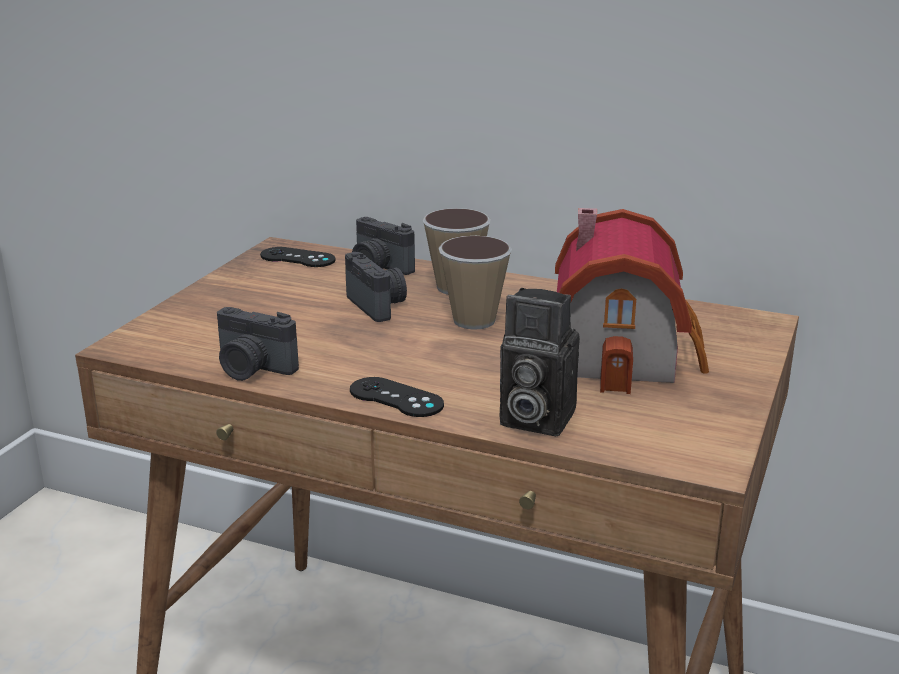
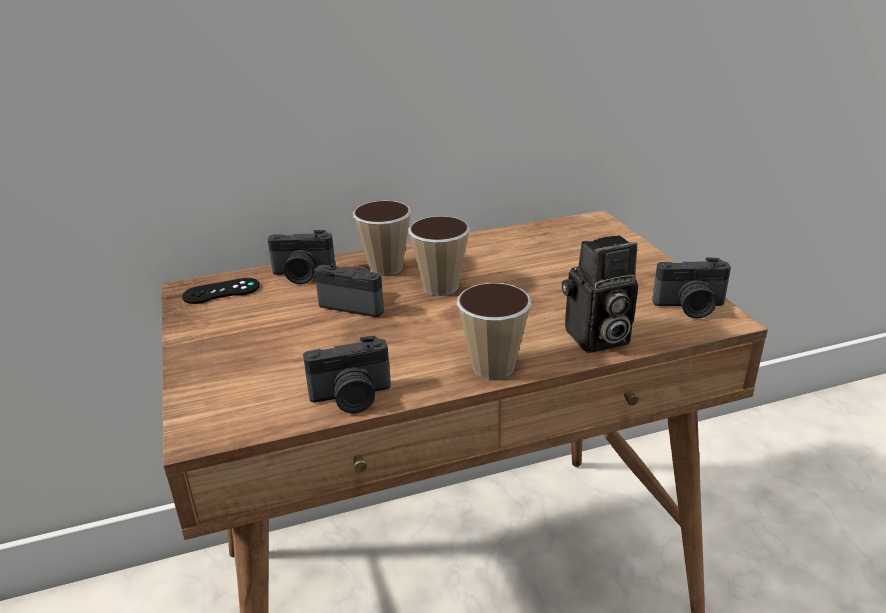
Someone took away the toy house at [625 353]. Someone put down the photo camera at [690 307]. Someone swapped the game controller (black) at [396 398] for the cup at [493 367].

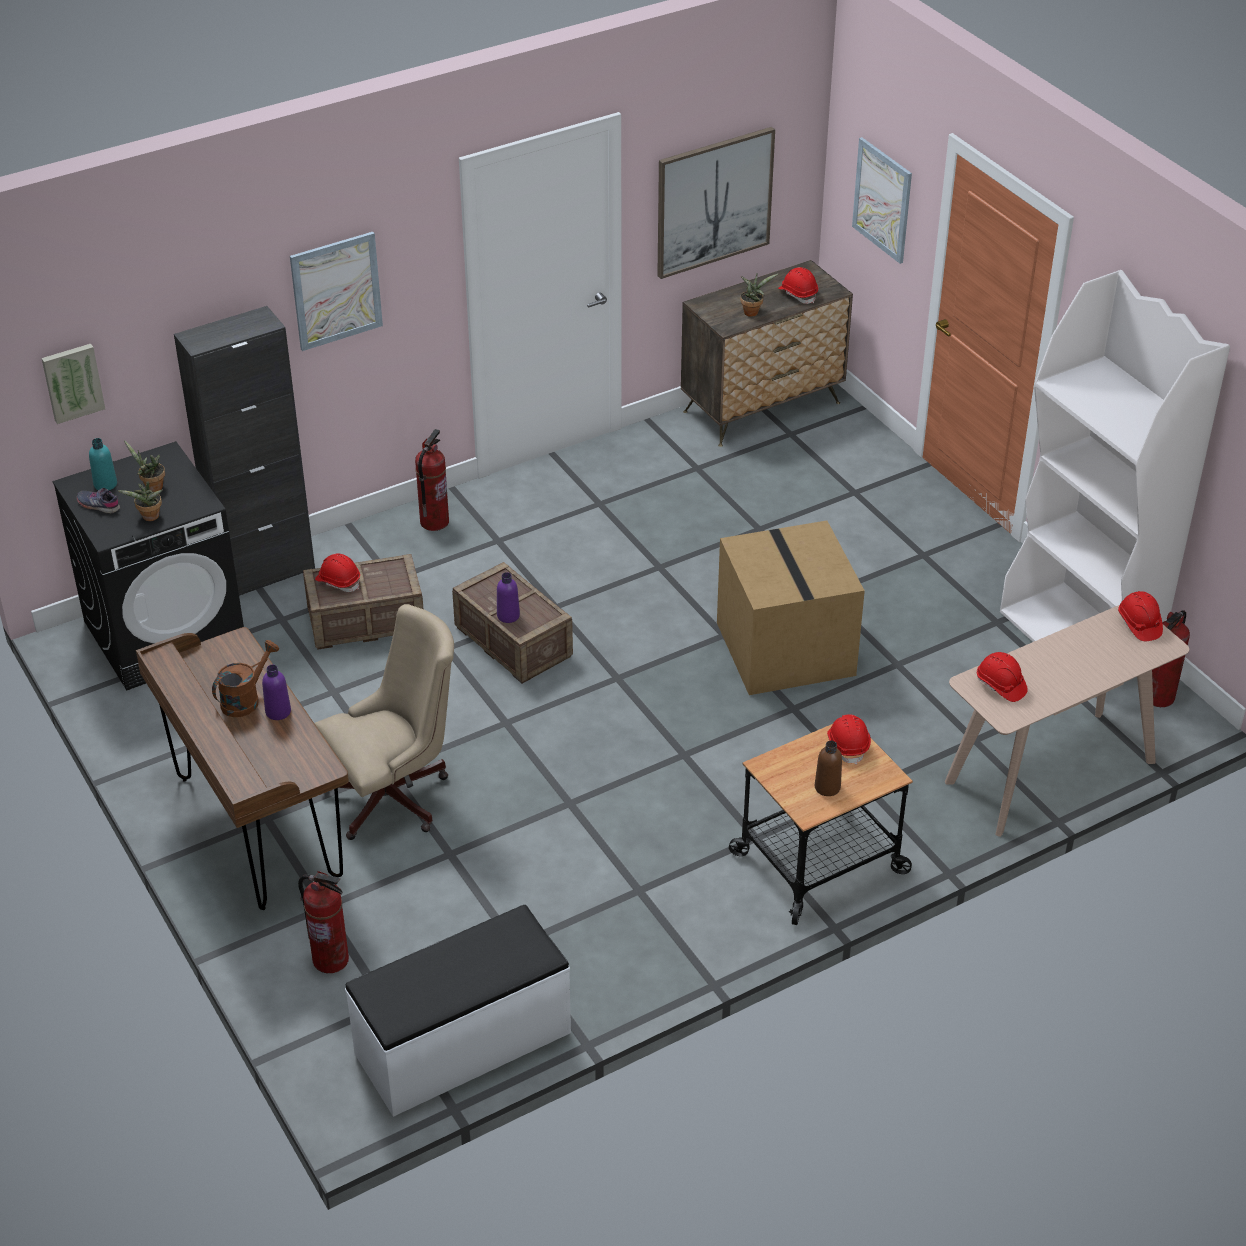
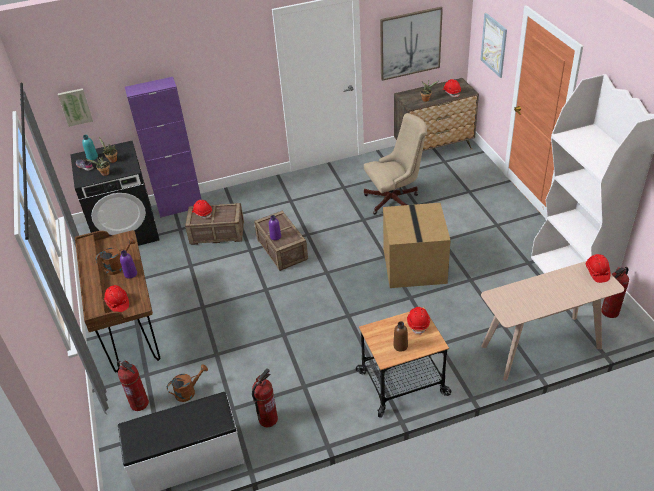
Someone took away the picture at [336 290]. Someone put down the watering can (brown) at [188 391]. Someone carried the office chair (beige) from [395 795] to [395 200]. Someone carried the fire extinguisher from [434 522] to [268 419]. Someone carried the hard hat (red) from [1000 685] to [117 303]. Someone repainted the cabinet (black) at [264 573], which became the cabinet (purple) at [180 207].

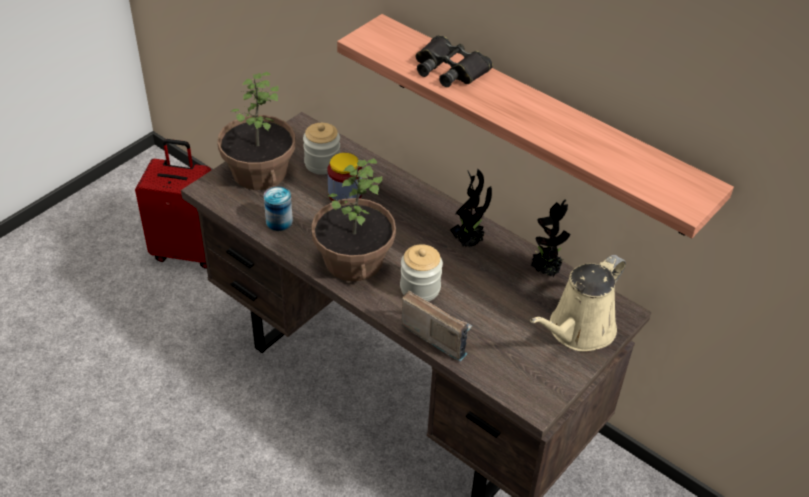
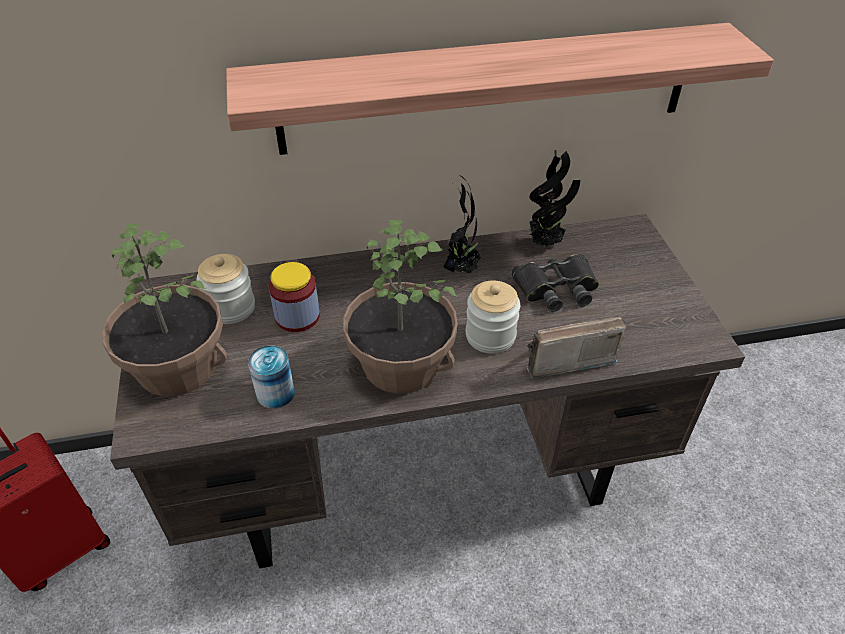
Someone took away the watering can (beige) at [577 331]. Someone carried the binoculars (black) from [450 69] to [556 288].

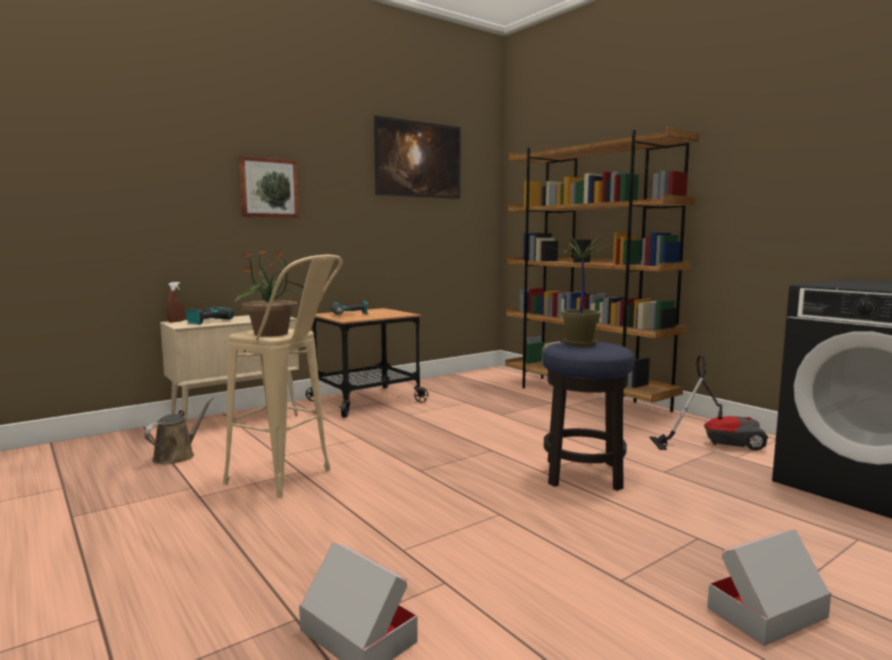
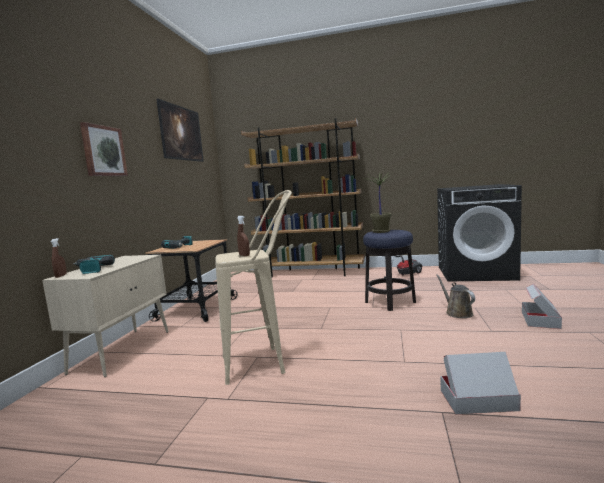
Someone carried the watering can (brown) from [177 456] to [457 312]. Someone swapped the potted plant at [272 334] for the spray bottle (brown) at [244 255].

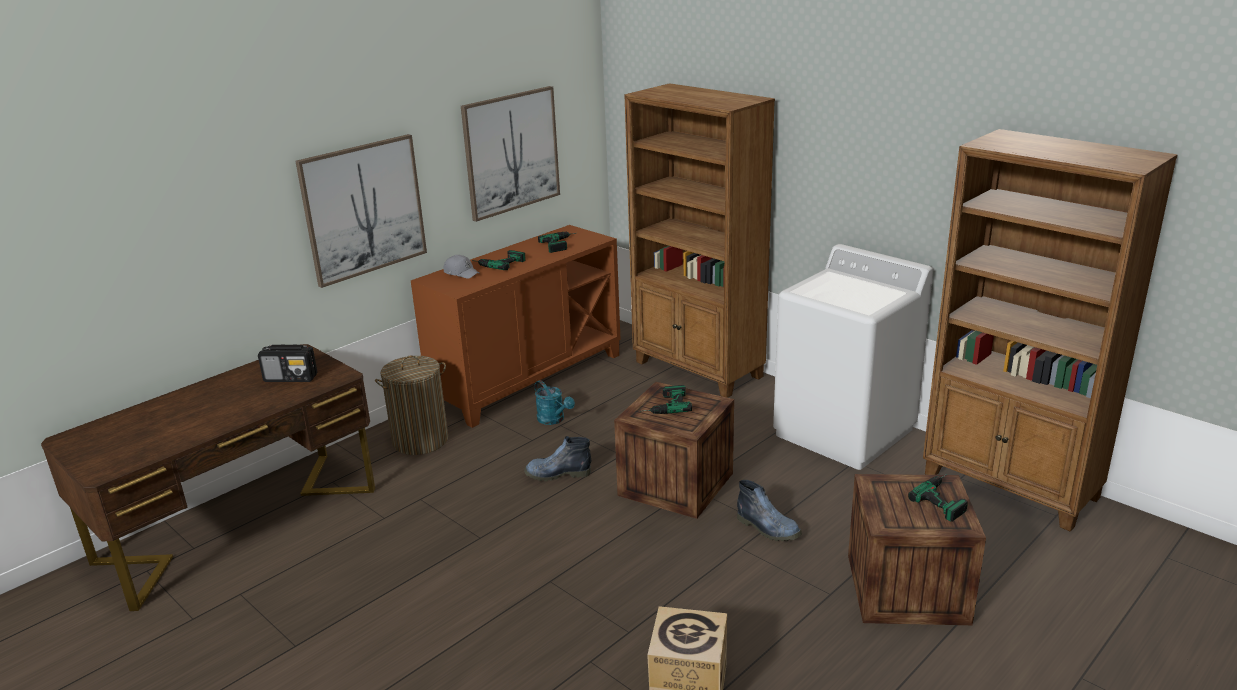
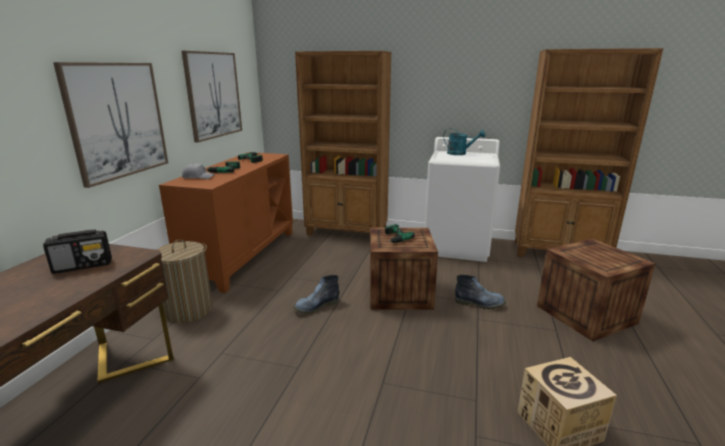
Someone took away the power drill at [945 498]. Someone carried the watering can (turquoise) from [554 420] to [460 153].

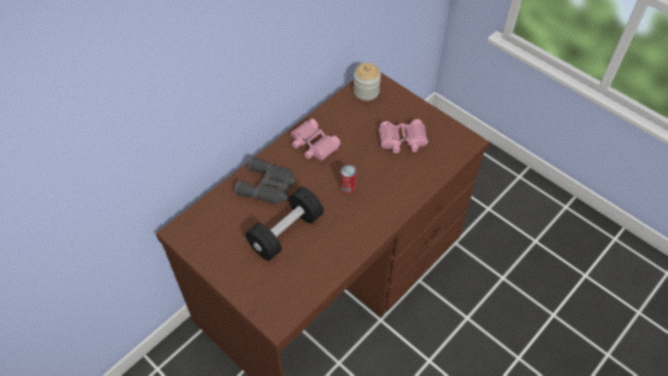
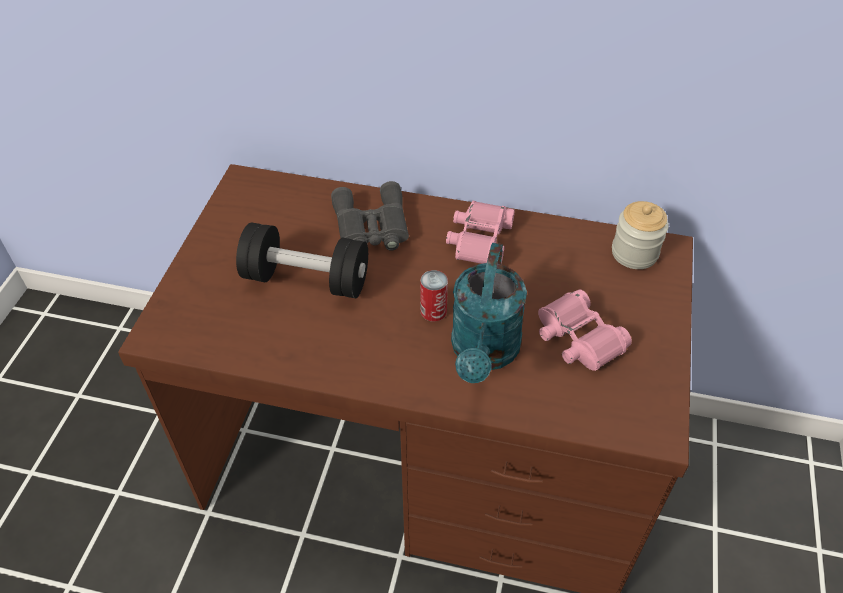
Someone put down the watering can (turquoise) at [484 353].

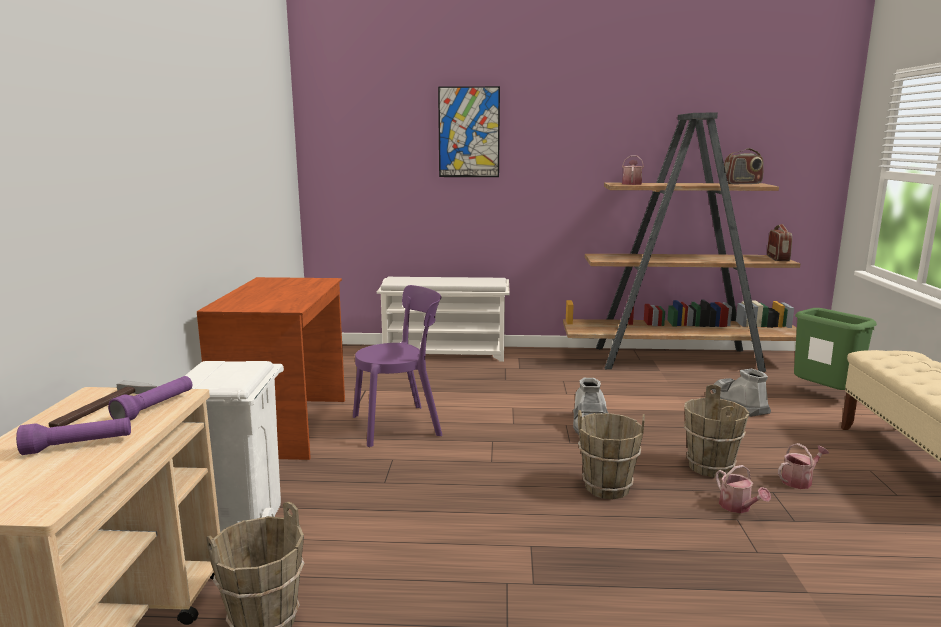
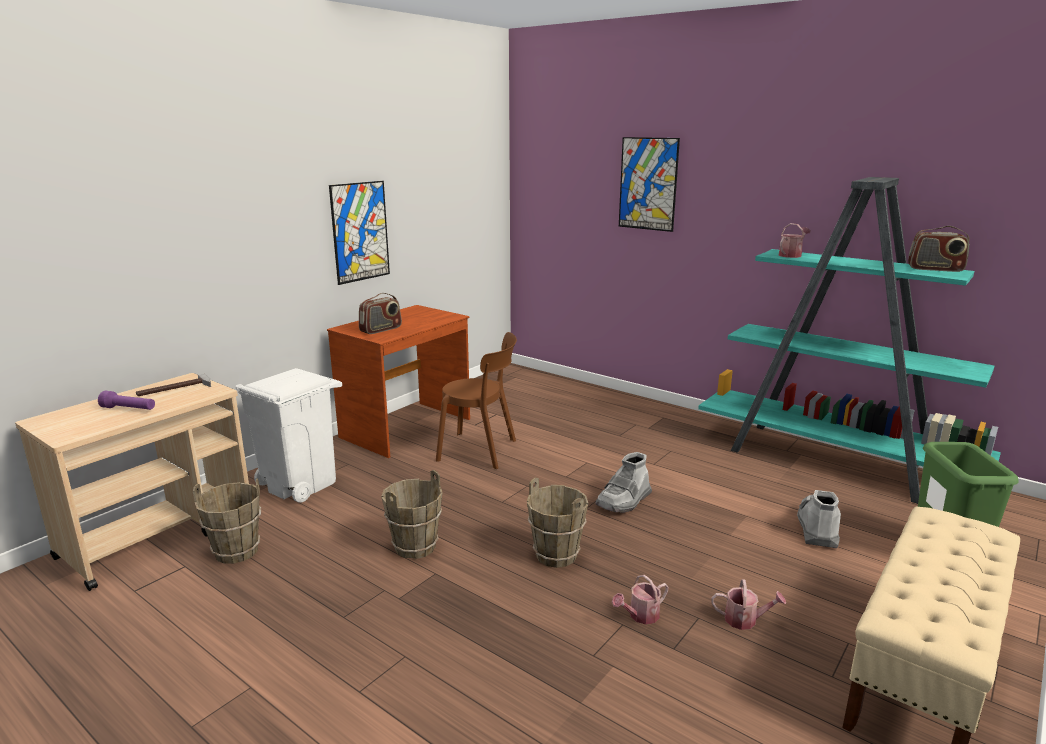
Someone took away the flashlight (purple) at [155 408]. Someone took away the shoe rack (white) at [446 353]. Someone put up the picture at [360 232]. Someone carried the bucket (brown) from [709 467] to [414 547]. Someone carried the radio from [778 258] to [381 329]. Someone repainted the chair (purple) at [401 425], which became the chair (brown) at [481 451]. Someone repainted the bookcase (brown) at [679 359], which became the bookcase (turquoise) at [833 462]. Someone rotated the watering can at [738 507] by 45 degrees clockwise.

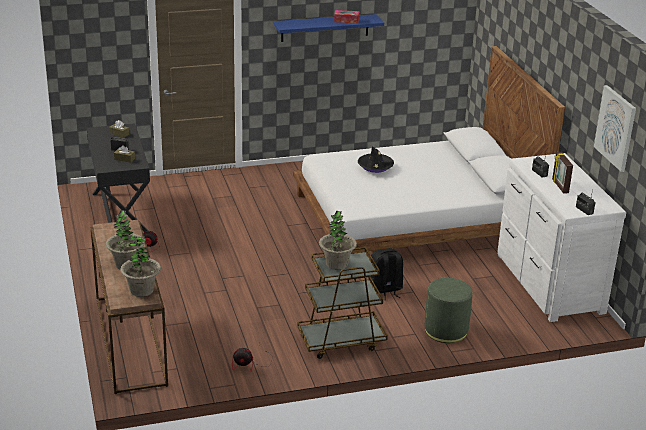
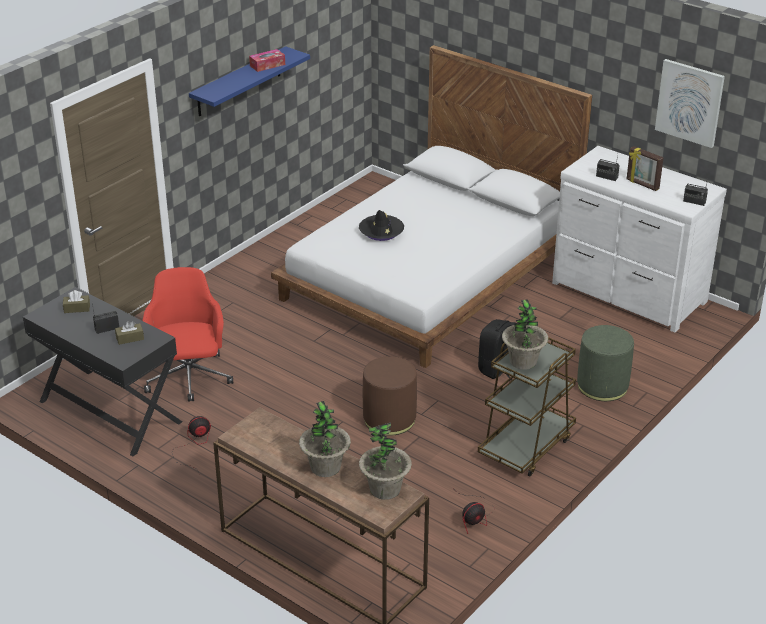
Someone put down the office chair (red) at [189 378]. Someone put down the ottoman (brown) at [389 419].

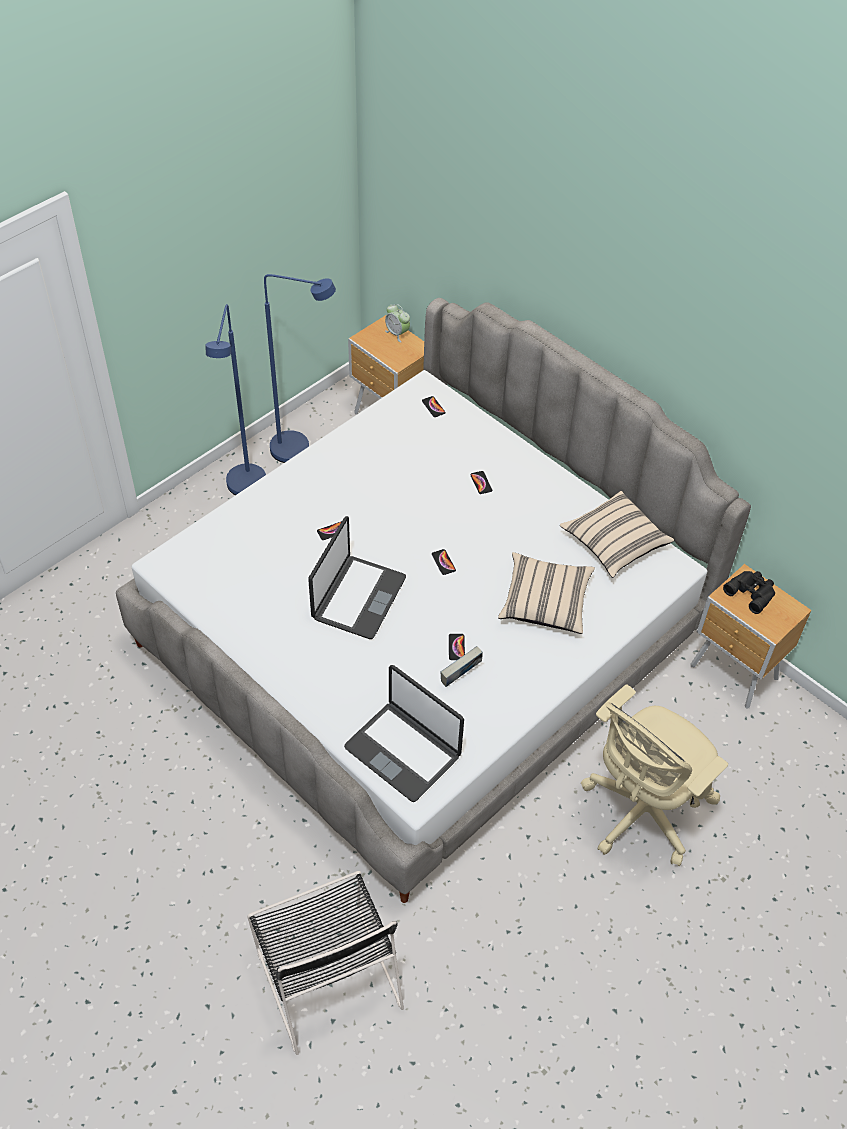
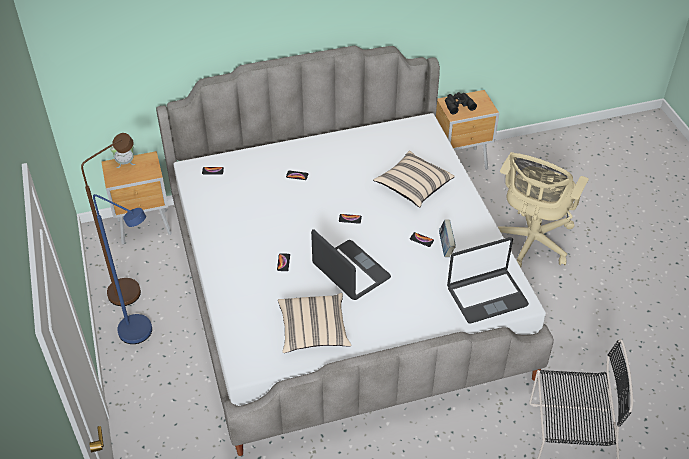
Someone carried the pillow (beige) from [614 544] to [313 331]. Someone repainted the floor lamp (blue) at [300 451], which became the floor lamp (brown) at [131 288]. Someone rotated the office chair (beige) at [641 813] by 45 degrees clockwise.

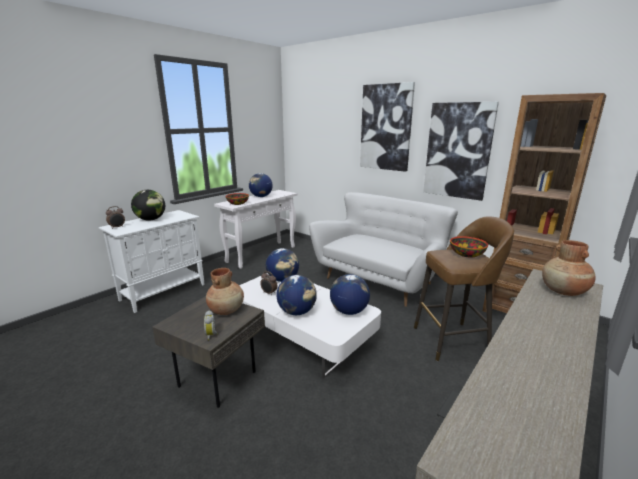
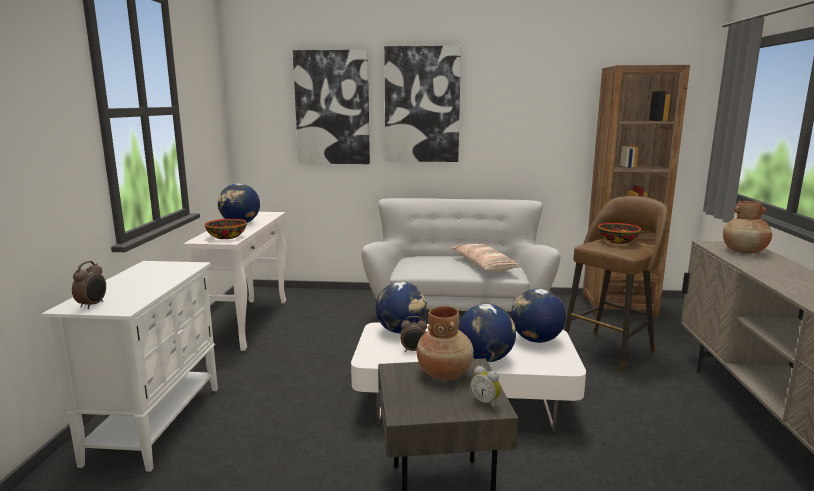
Someone took away the globe at [151 219]. Someone put down the pillow at [483 265]. Someone carried the picture from [458 151] to [332 108].

